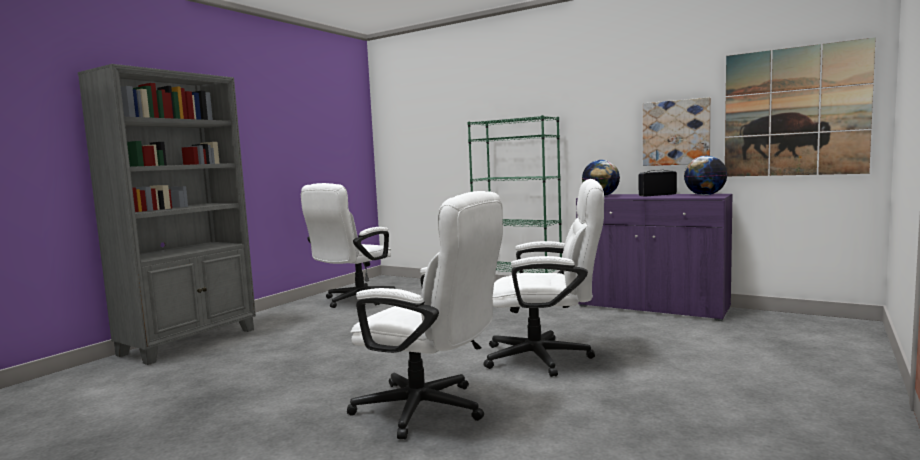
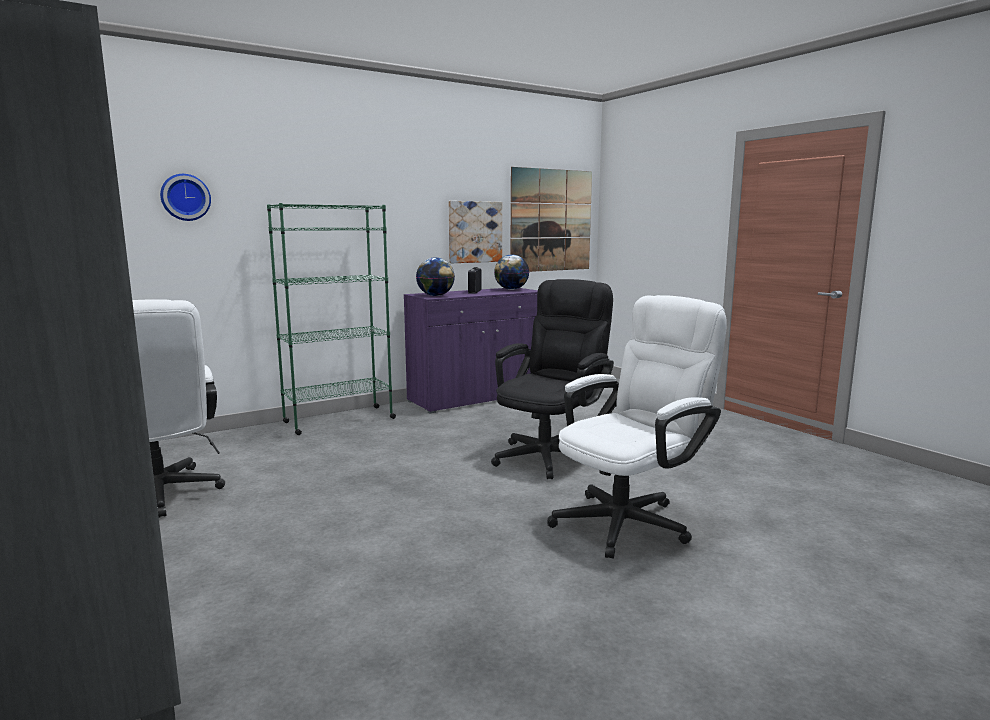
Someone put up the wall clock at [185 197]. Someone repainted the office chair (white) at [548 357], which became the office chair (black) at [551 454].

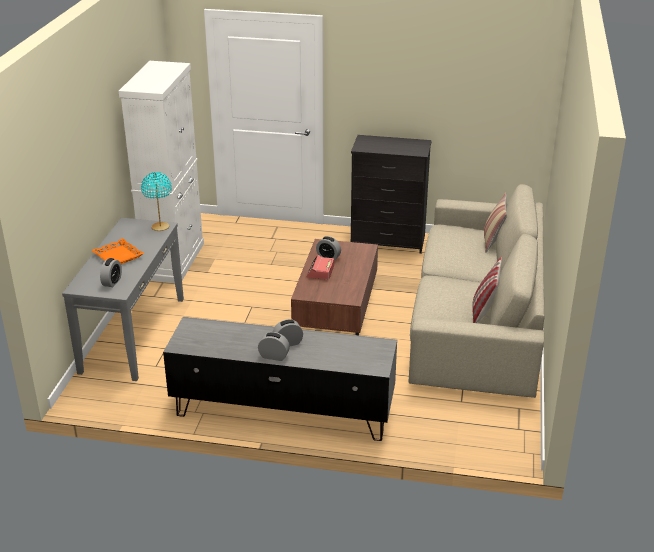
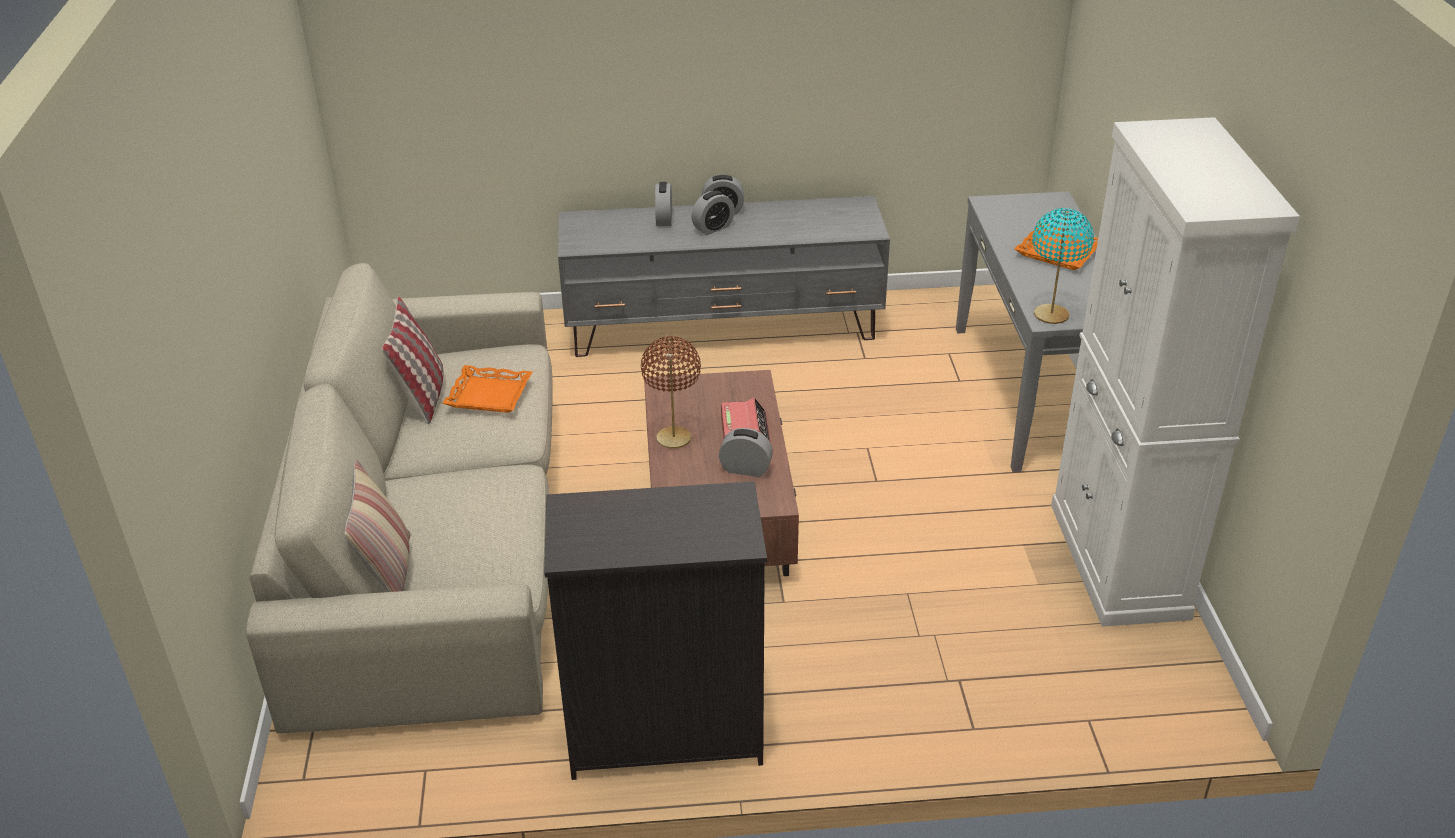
Someone put down the tray (orange) at [488 395]. Someone put down the table lamp (brown) at [673 439]. Someone carried the alarm clock from [112 282] to [664 219].

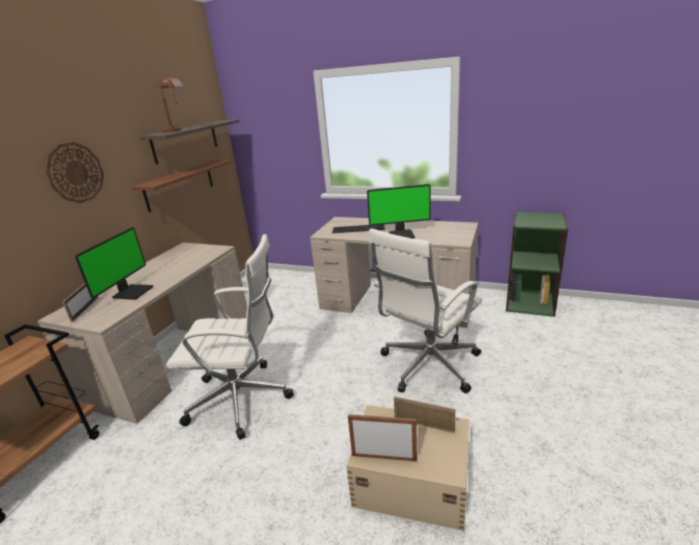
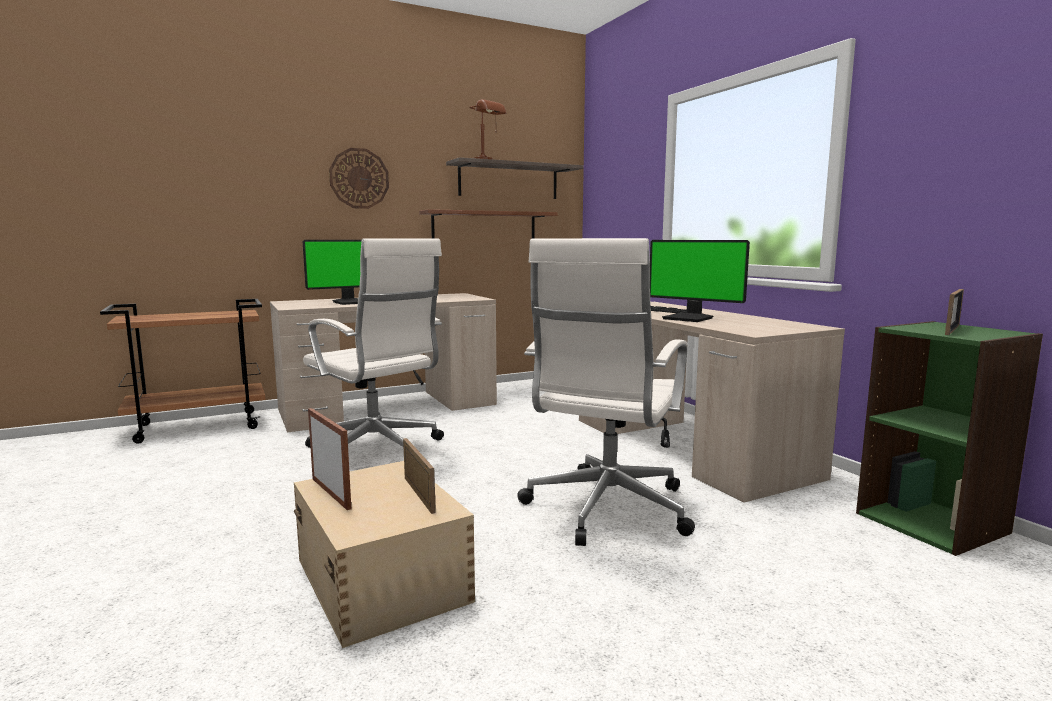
Someone carried the picture frame from [85 309] to [952 330]. Someone rotated the office chair (white) at [427 366] by 60 degrees counterclockwise.

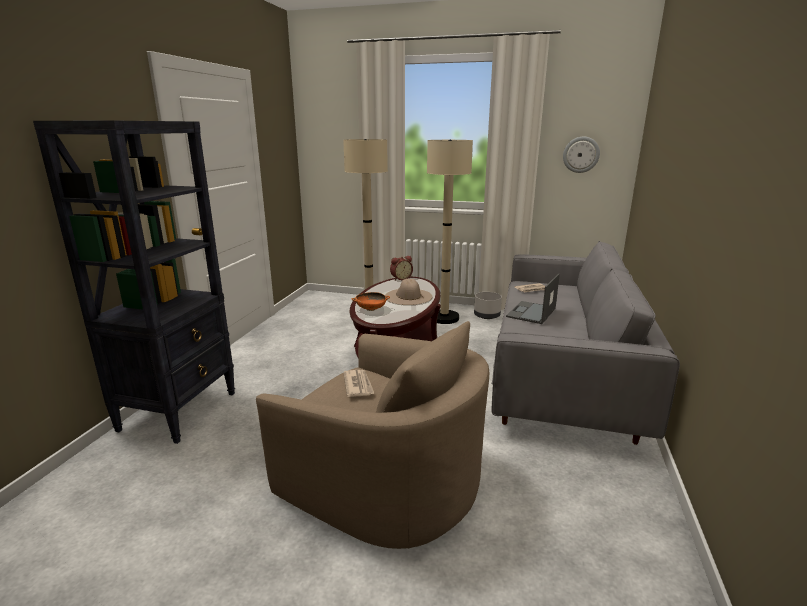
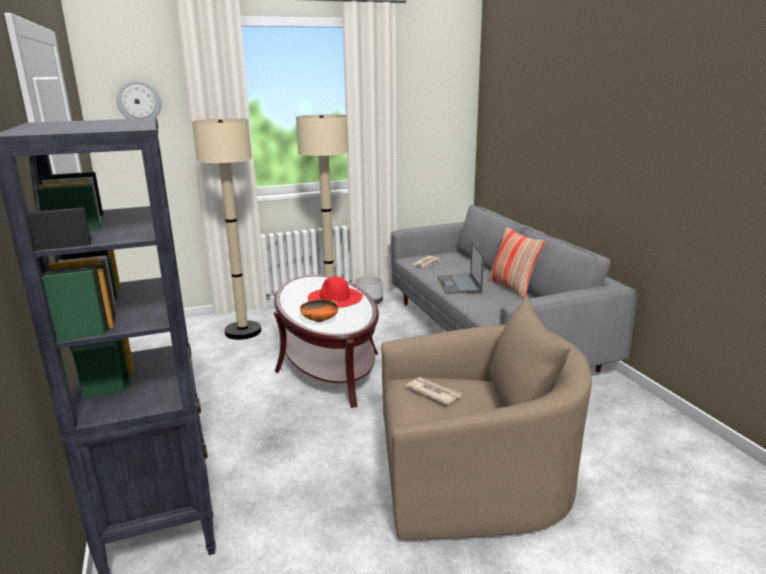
Someone took away the alarm clock at [400 278]. Someone put down the pillow at [512 287]. Someone carried the wall clock from [581 154] to [139 101]. Someone repainted the hat (beige) at [408 296], which became the hat (red) at [334 297].

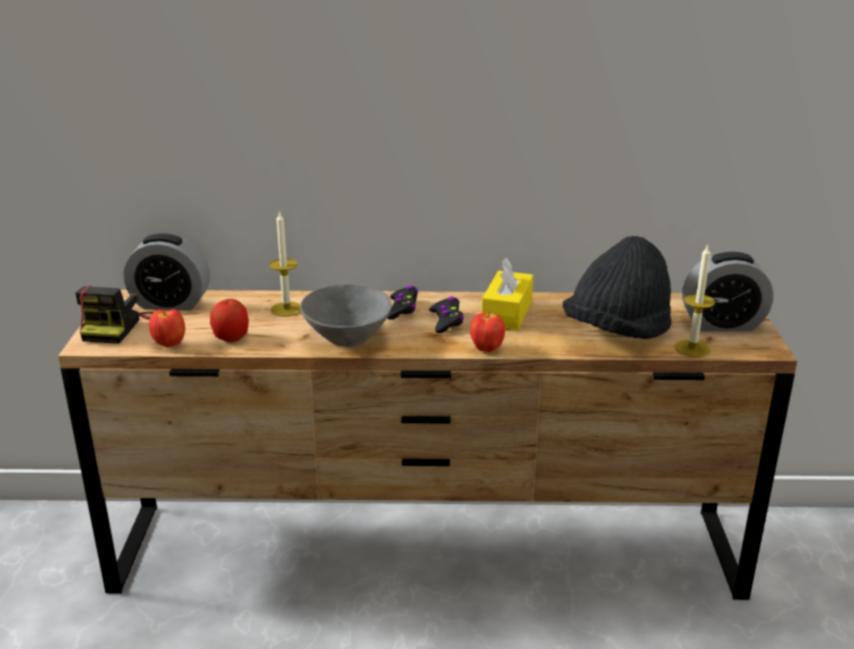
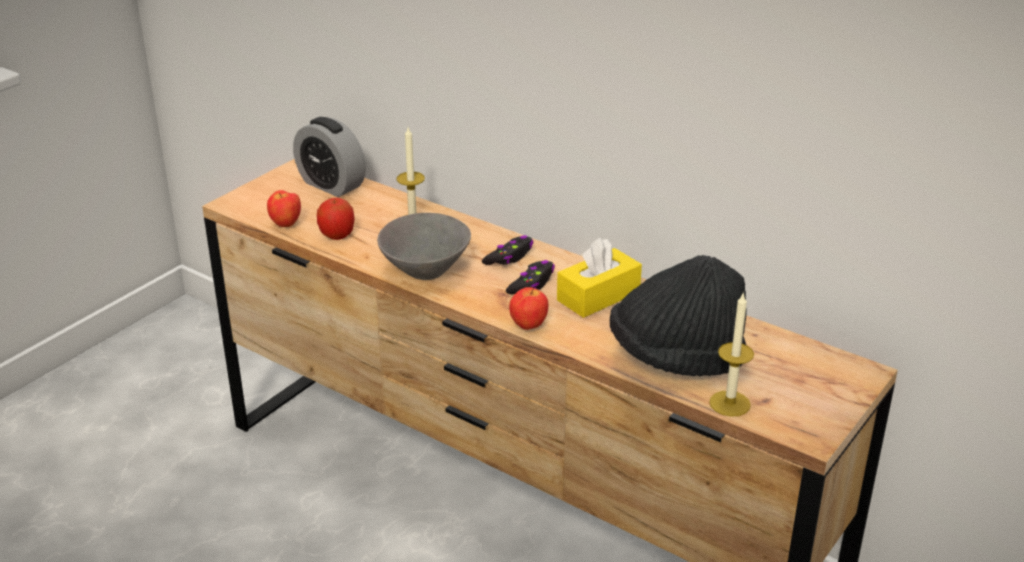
Someone took away the photo camera at [117 327]. Someone took away the alarm clock at [722 324].

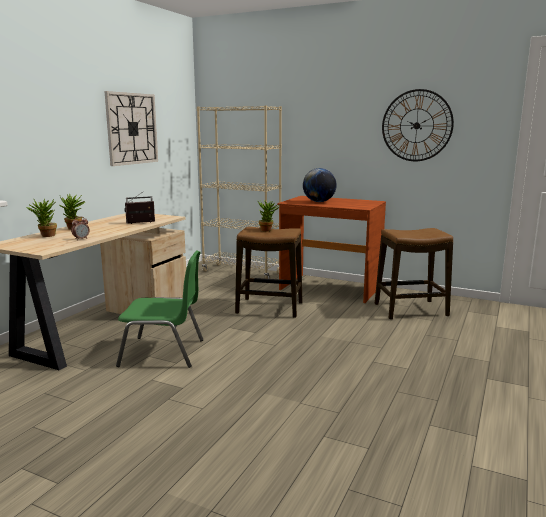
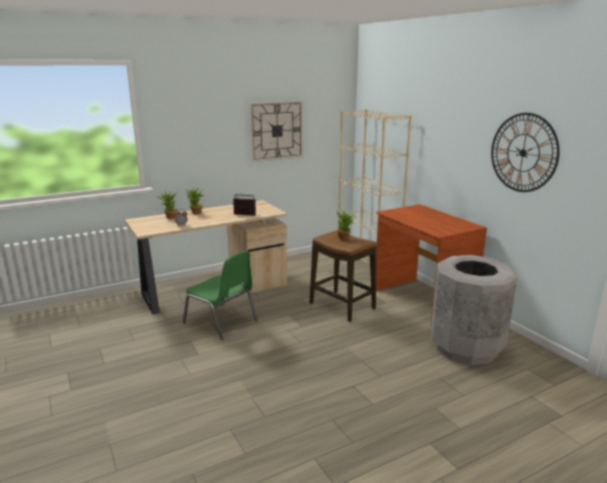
Someone took away the globe at [319 202]. Someone swapped the stool at [410 310] for the trash can (grey) at [466 347].

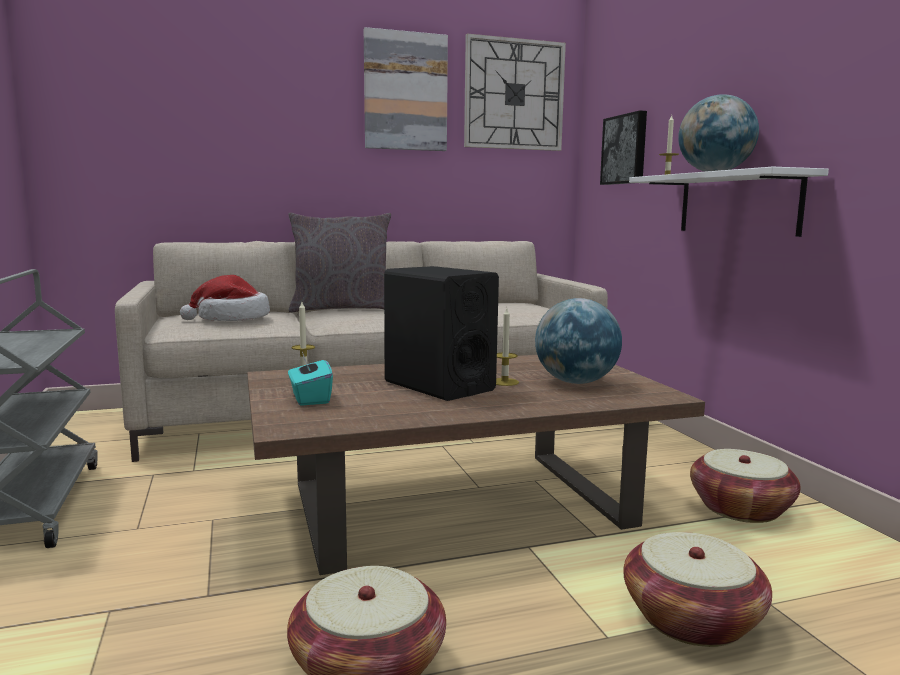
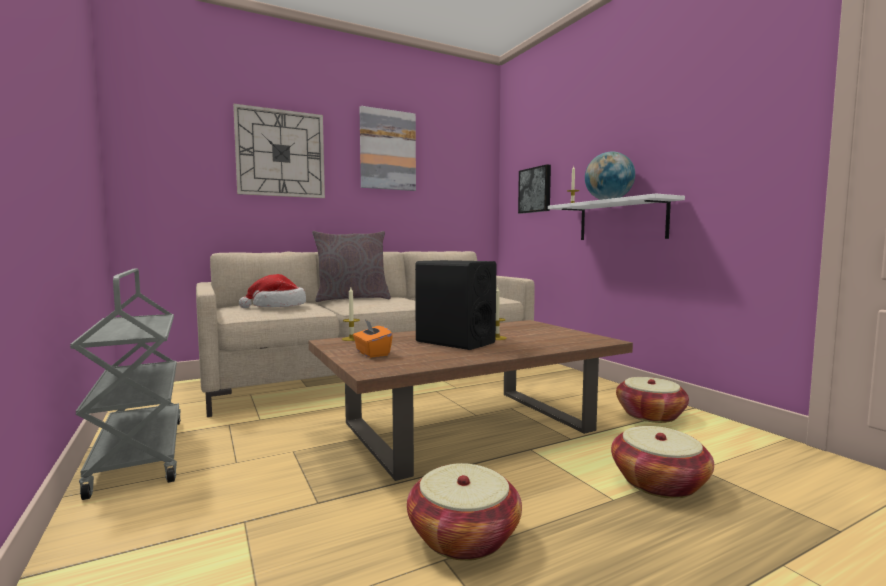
Someone took away the globe at [576 382]. Someone carried the wall clock from [514 94] to [280 153]. Someone repainted the tissue box (turquoise) at [310 399], which became the tissue box (orange) at [372 353].

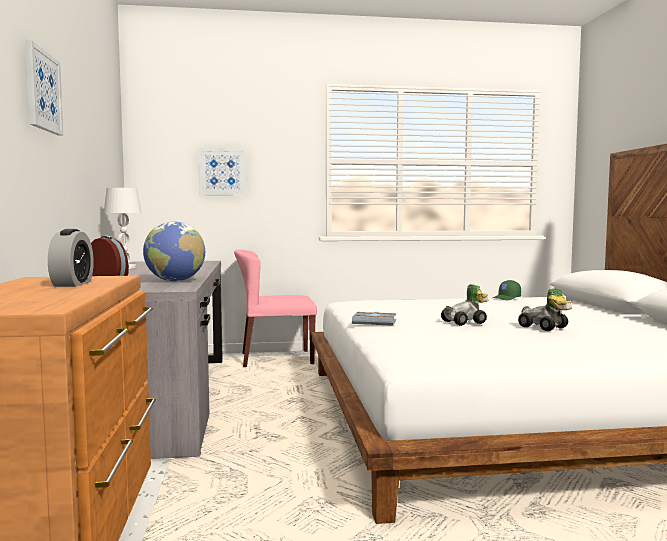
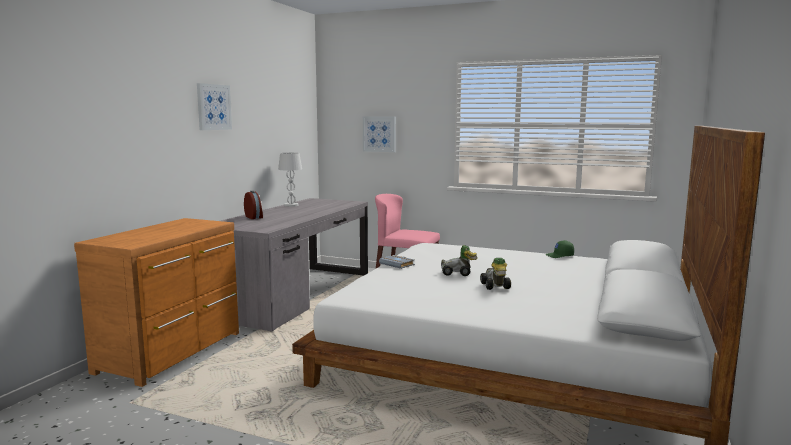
Someone took away the alarm clock at [72 284]. Someone took away the globe at [175 281].

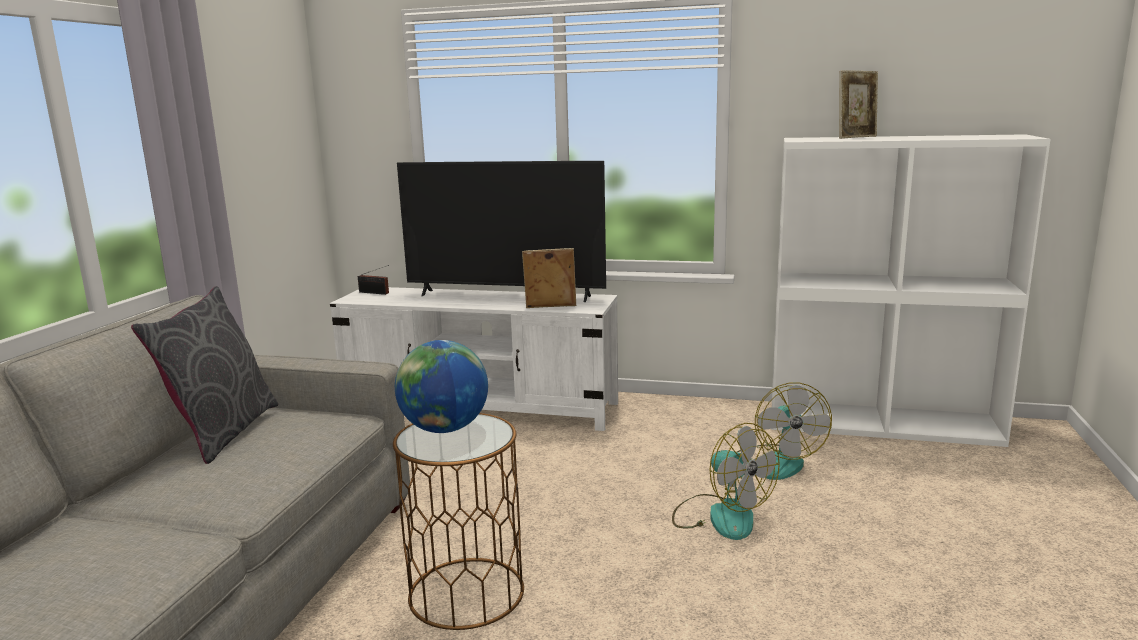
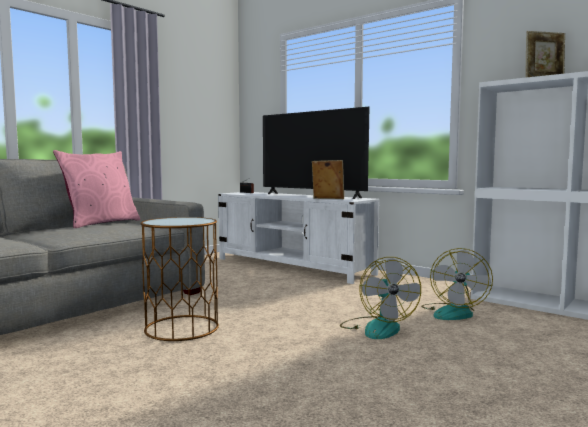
Someone took away the globe at [444 429]. Someone repainted the pillow (grey) at [222 432], which became the pillow (pink) at [100 223].

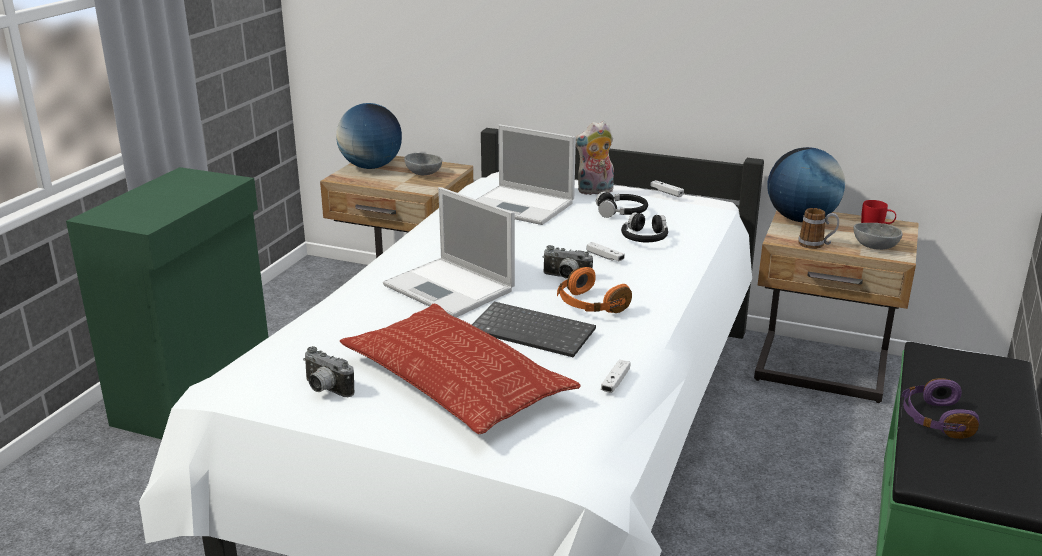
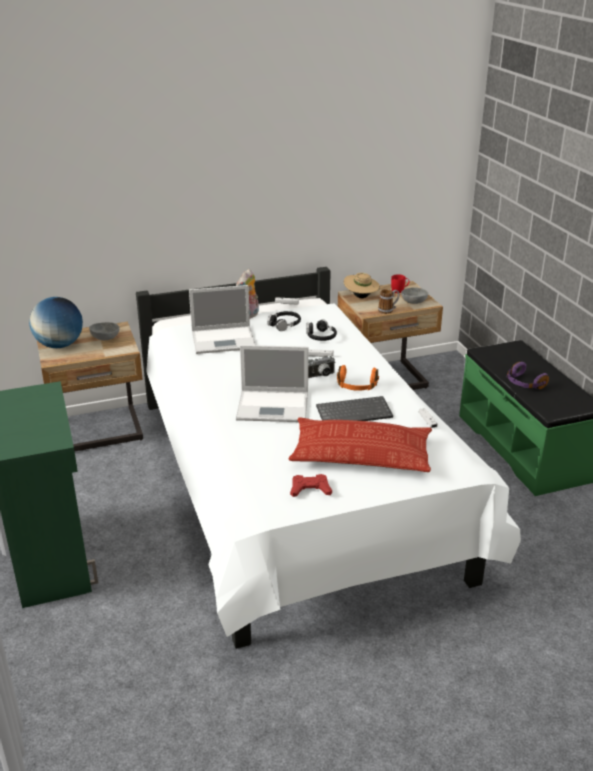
Someone swapped the photo camera at [325 390] for the game controller (red) at [310 489]. Someone swapped the globe at [801 219] for the hat (beige) at [361 297].

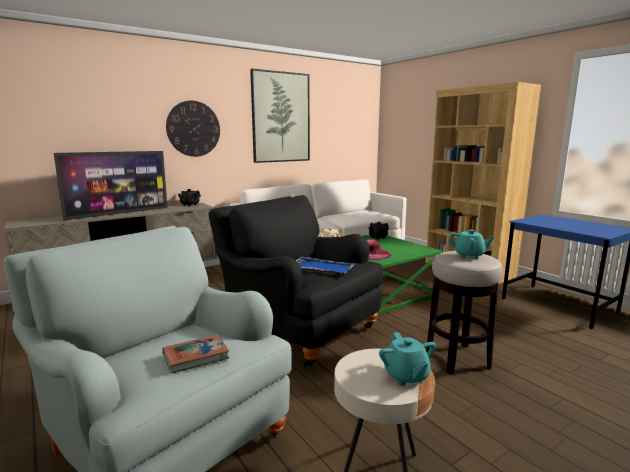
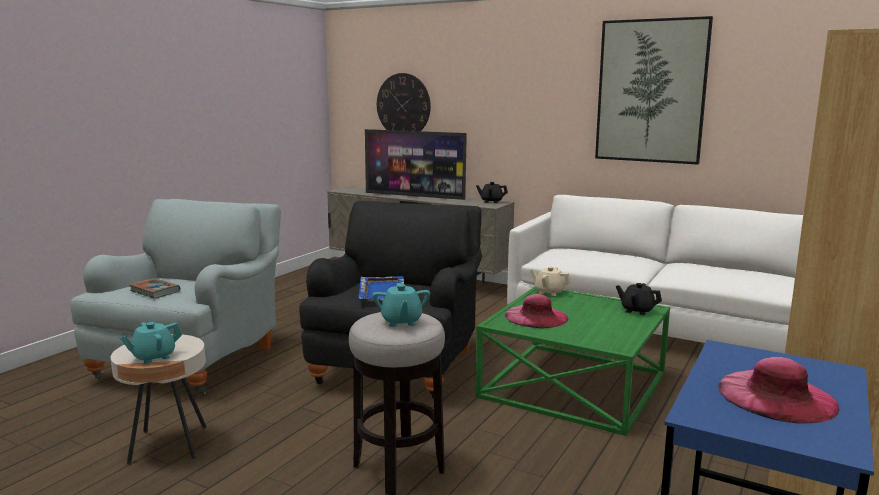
Someone put down the hat (pink) at [776 396]. Someone carried the wall clock from [193 129] to [403 105].

